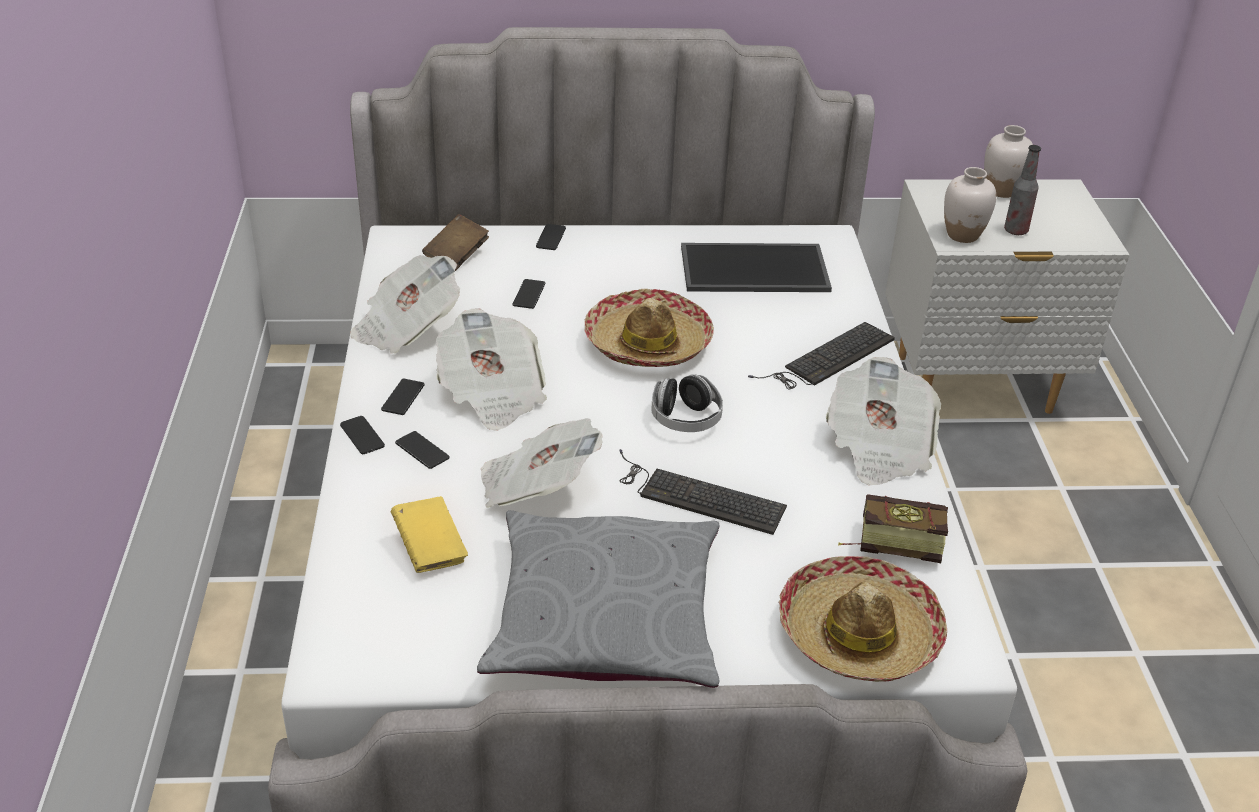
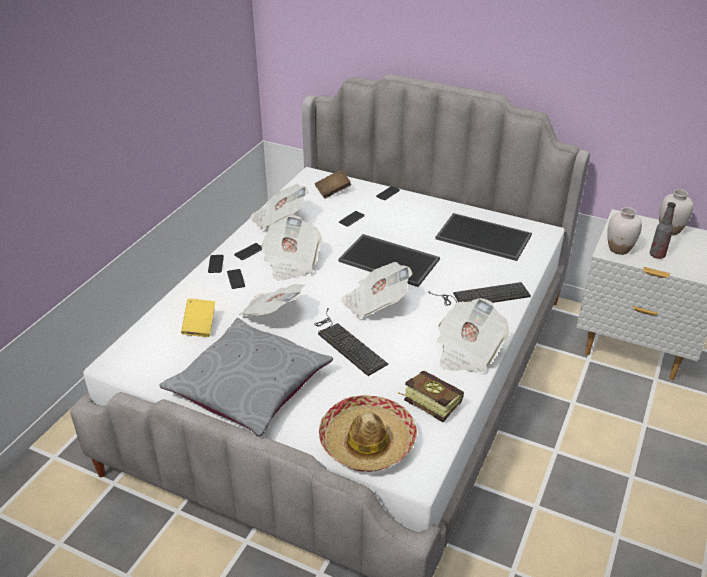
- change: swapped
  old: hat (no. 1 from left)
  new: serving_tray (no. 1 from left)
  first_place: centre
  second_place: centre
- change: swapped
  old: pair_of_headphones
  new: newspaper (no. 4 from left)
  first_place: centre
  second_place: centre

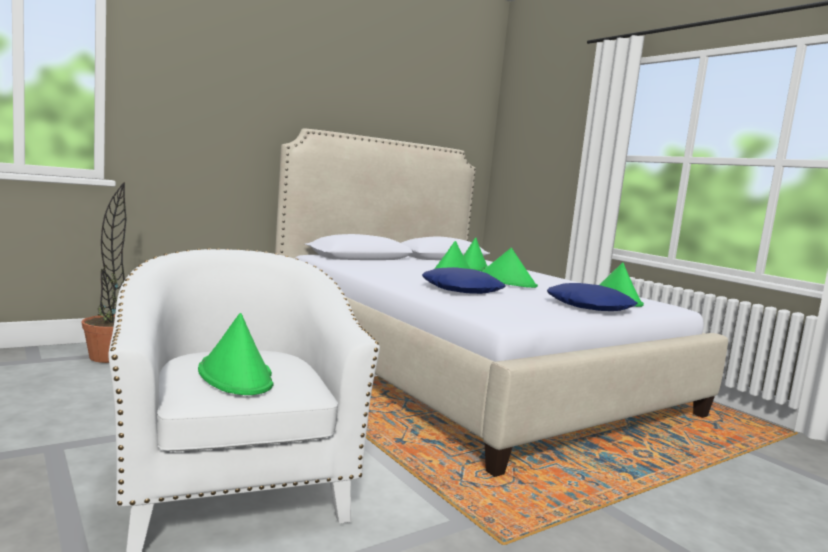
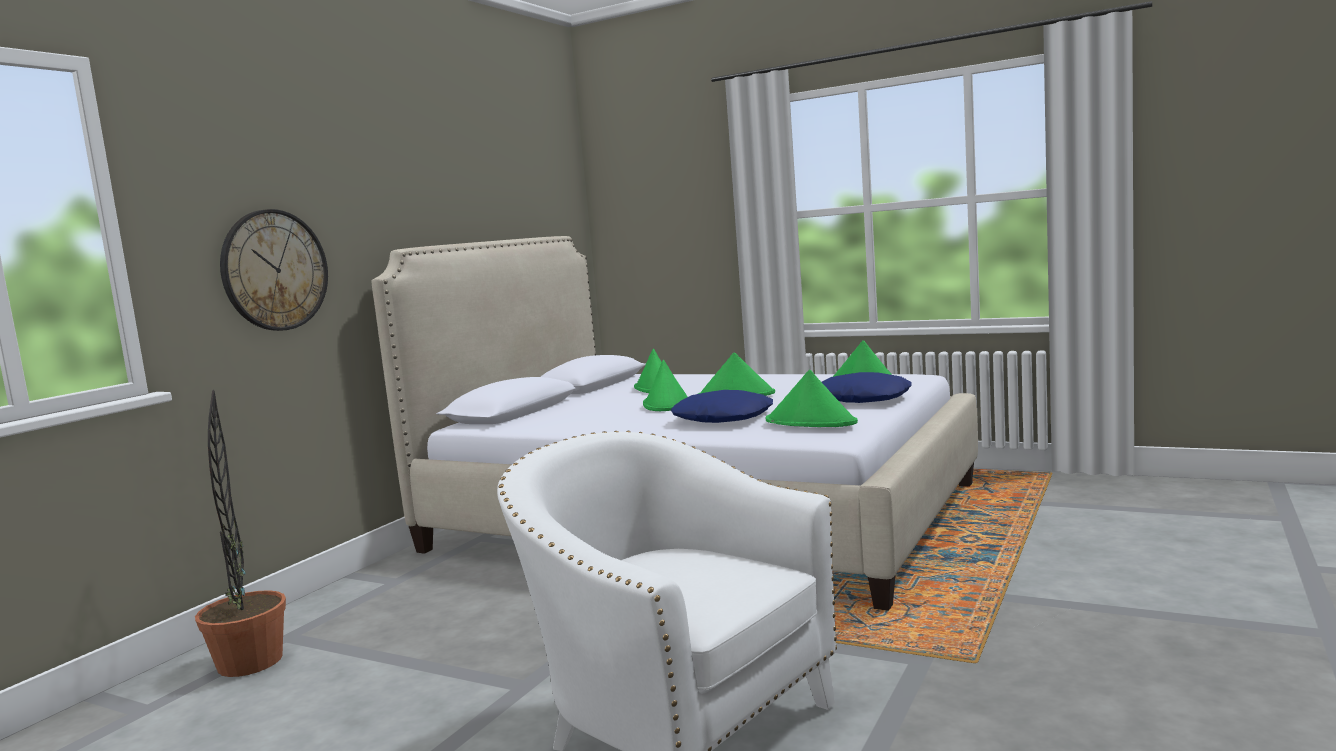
- change: shifted
  old: green-coloured_hat (no. 1 from left in the first image)
  new: green-coloured_hat (no. 4 from left)
  first_place: middle left
  second_place: centre
- change: new
  new: hanging_clock
  second_place: middle left

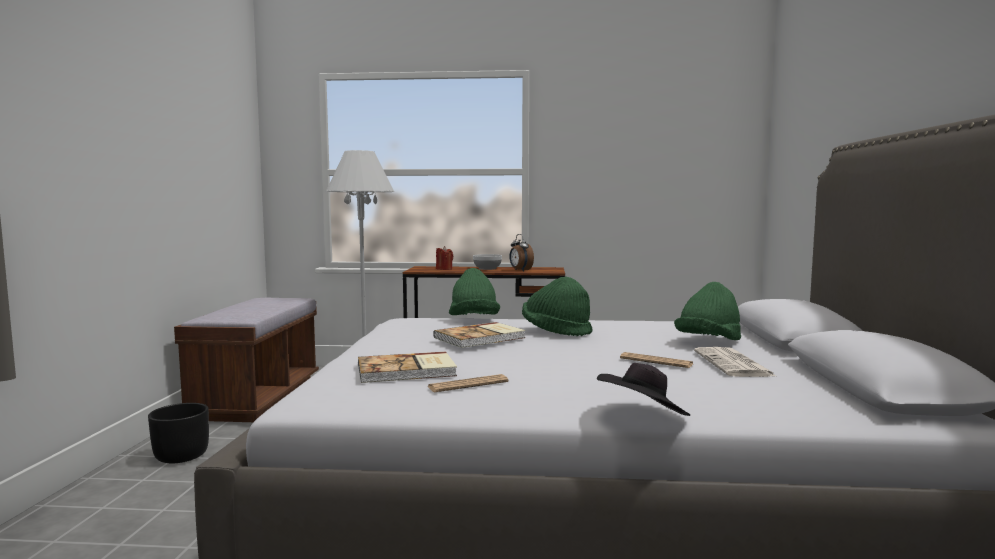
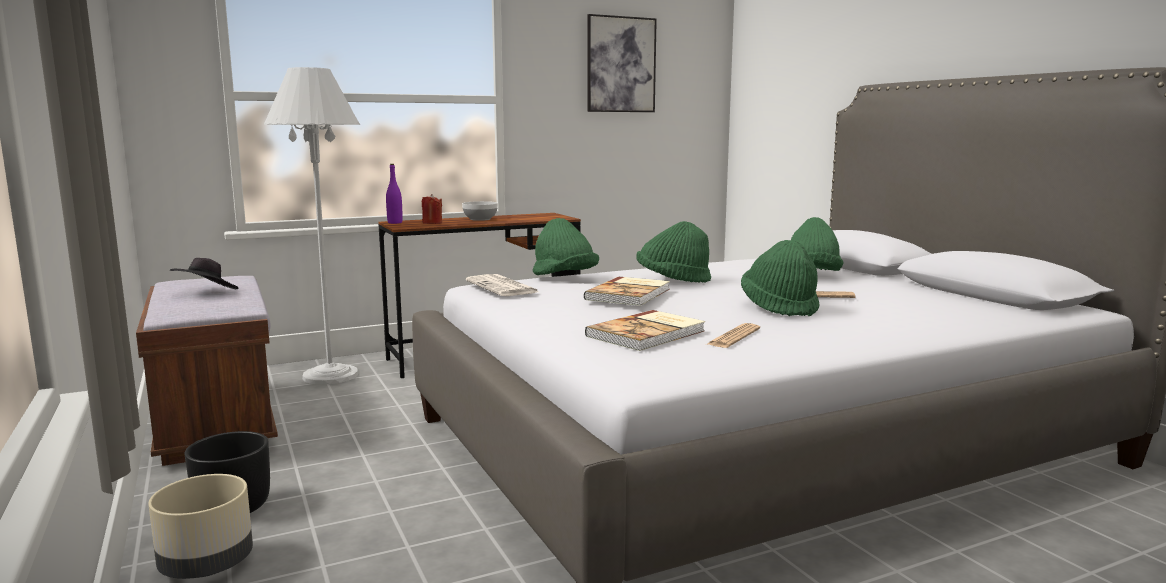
- change: gone
  old: table_clock
  first_place: centre
- change: shifted
  old: newspaper (no. 3 from left in the first image)
  new: newspaper (no. 1 from left)
  first_place: middle right
  second_place: centre
- change: shifted
  old: blackish_hat
  first_place: bottom centre
  second_place: middle left
- change: new
  new: wall_art
  second_place: top centre
- change: new
  new: purple_bottle
  second_place: top centre
- change: new
  new: green-coloured_hat (no. 3 from left)
  second_place: middle right
- change: new
  new: beige_flower_pot
  second_place: bottom left

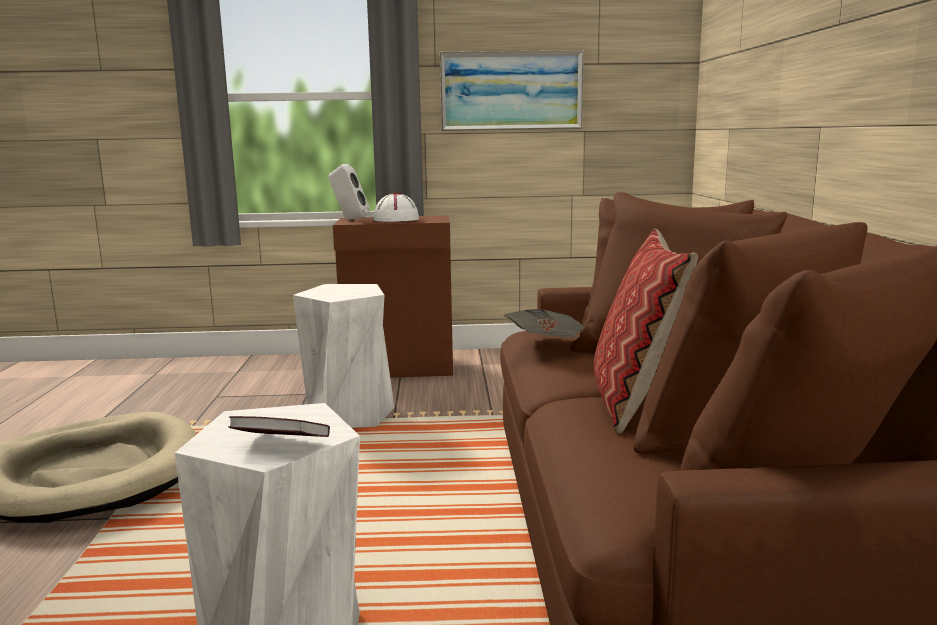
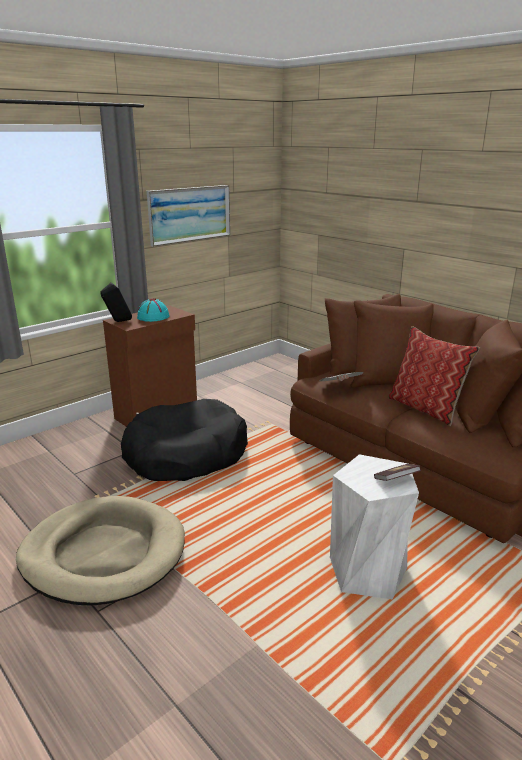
- change: repainted
  old: white_audio_speaker
  new: blackish_audio_speaker
  first_place: top centre
  second_place: middle left
- change: repainted
  old: white_hat
  new: turquoise-coloured_hat
  first_place: top centre
  second_place: middle left
- change: swapped
  old: white_sitting_stool (no. 2 from left)
  new: blackish_pet_bed
  first_place: centre
  second_place: centre

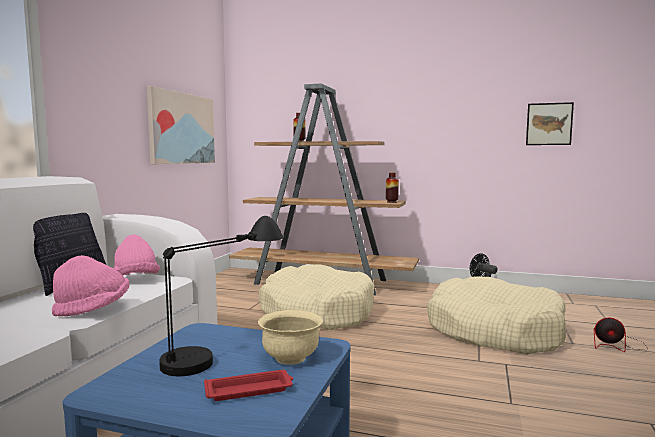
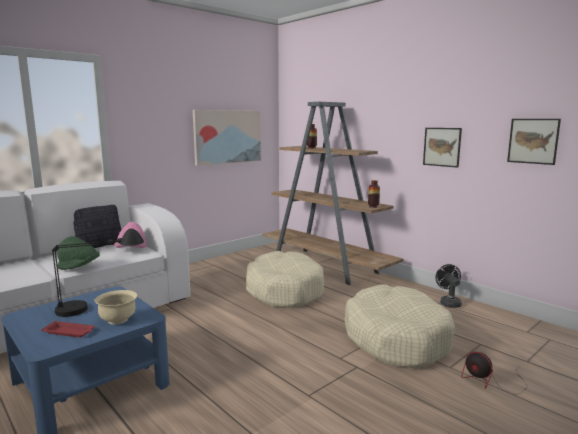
- change: repainted
  old: pink-coloured_hat (no. 1 from left)
  new: green-coloured_hat
  first_place: middle left
  second_place: middle left
- change: new
  new: wall_art (no. 2 from left)
  second_place: middle right

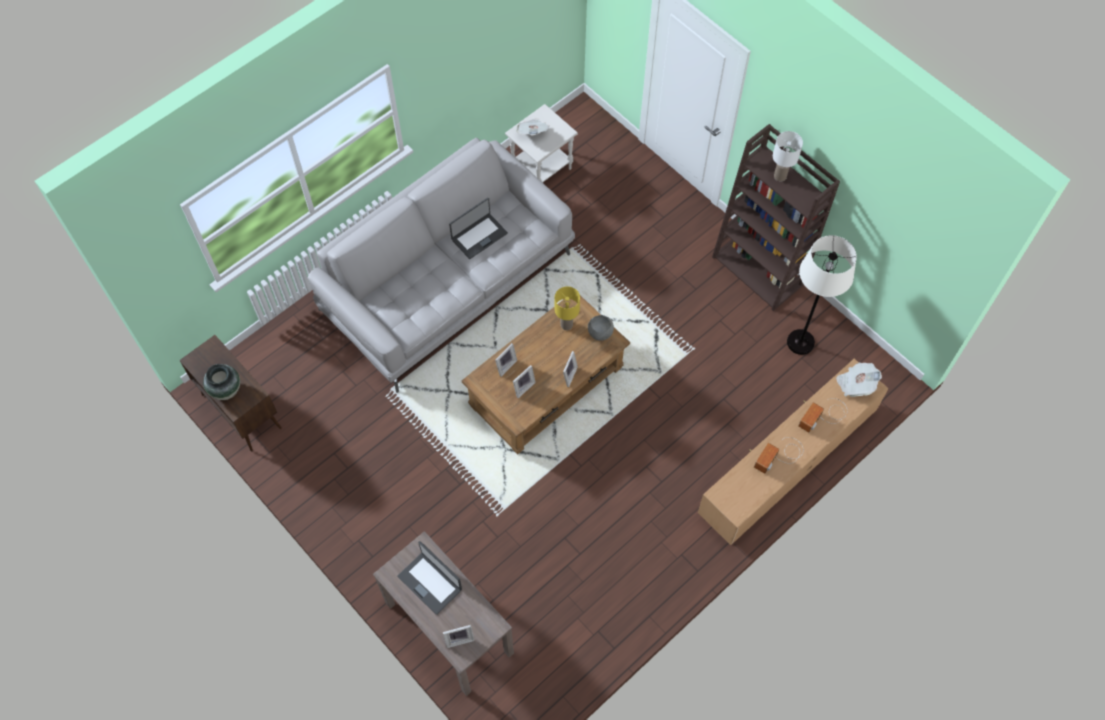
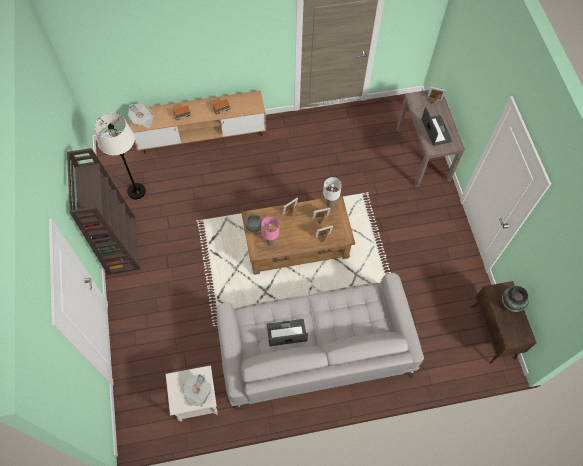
- change: shifted
  old: white_lamp_for_a_table
  first_place: top right
  second_place: centre
- change: repainted
  old: yellowish_lamp_for_a_table
  new: pink-coloured_lamp_for_a_table
  first_place: centre
  second_place: centre

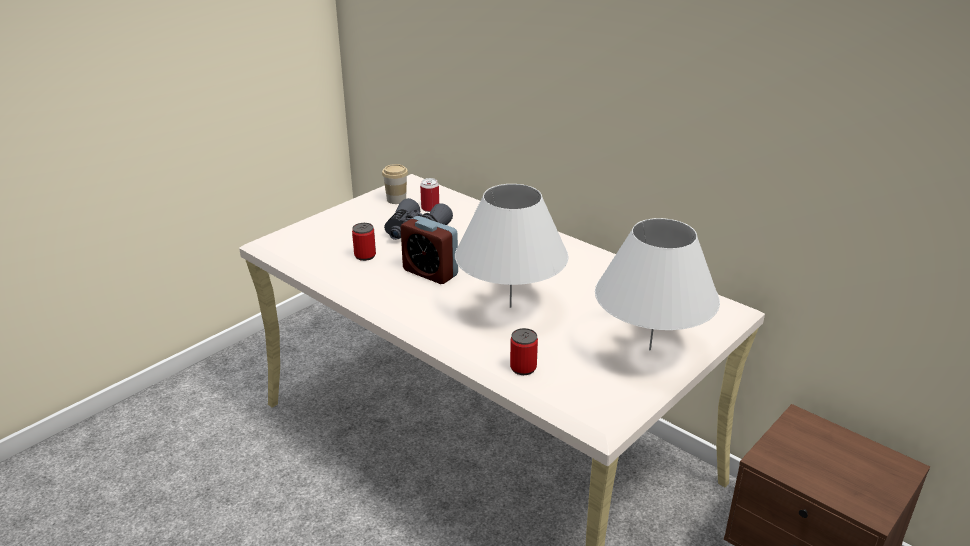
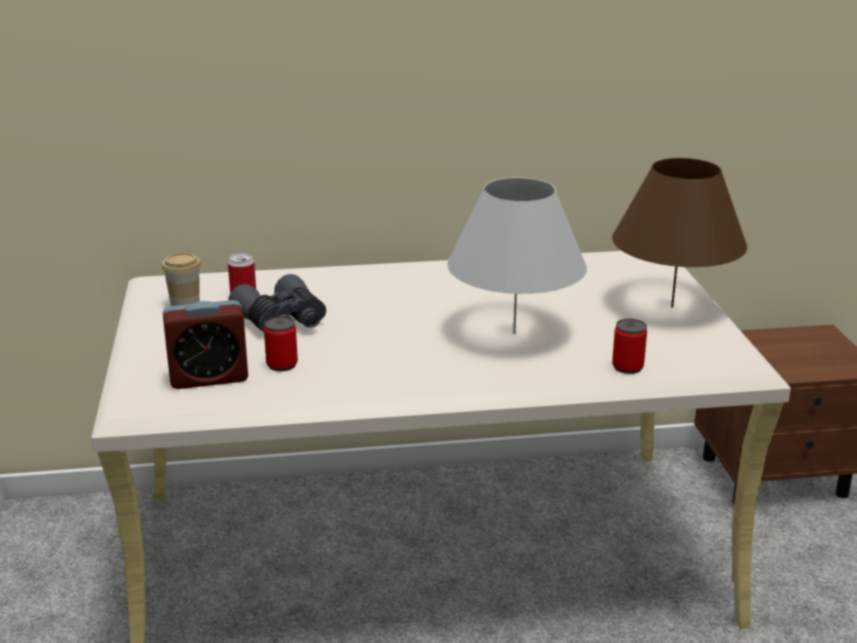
- change: shifted
  old: table_clock
  first_place: centre
  second_place: middle left
- change: repainted
  old: white_lamp_for_a_table (no. 2 from left)
  new: brownish_lamp_for_a_table
  first_place: middle right
  second_place: middle right

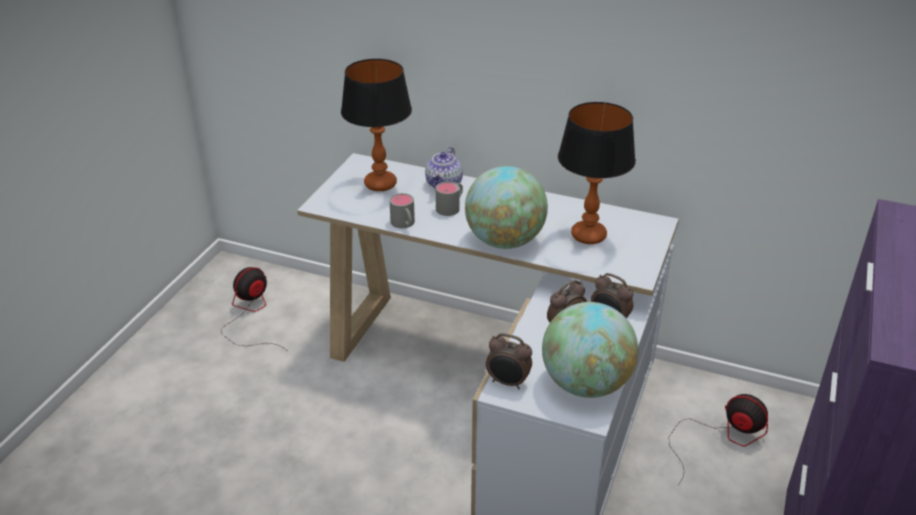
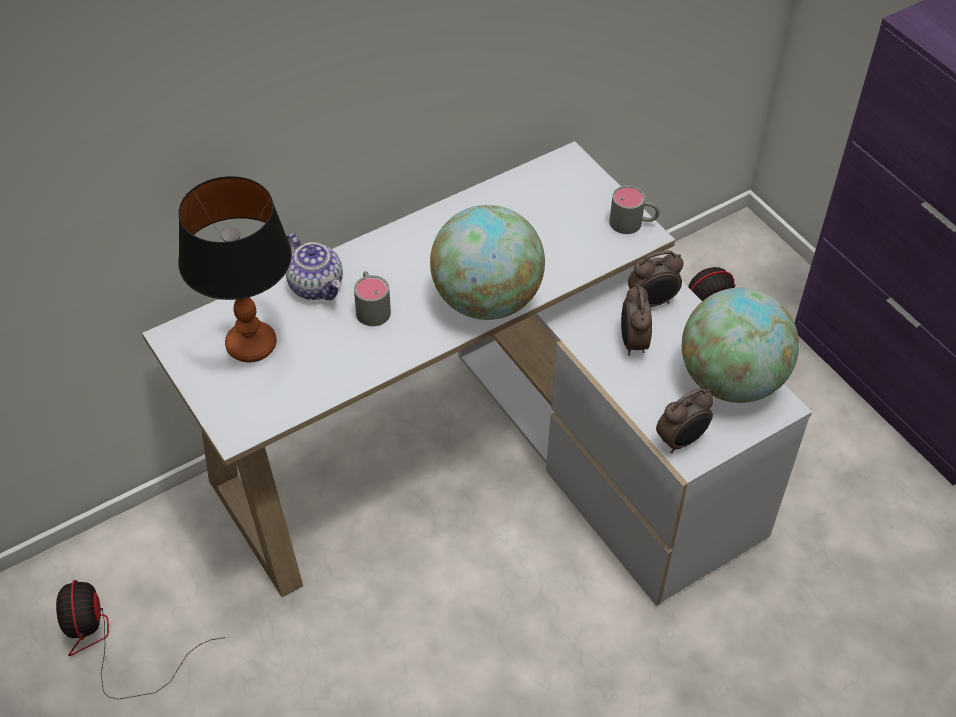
- change: gone
  old: lamp_for_a_table (no. 2 from left)
  first_place: centre
- change: shifted
  old: grey_tea_mug (no. 1 from left in the first image)
  new: grey_tea_mug (no. 2 from left)
  first_place: centre
  second_place: top centre

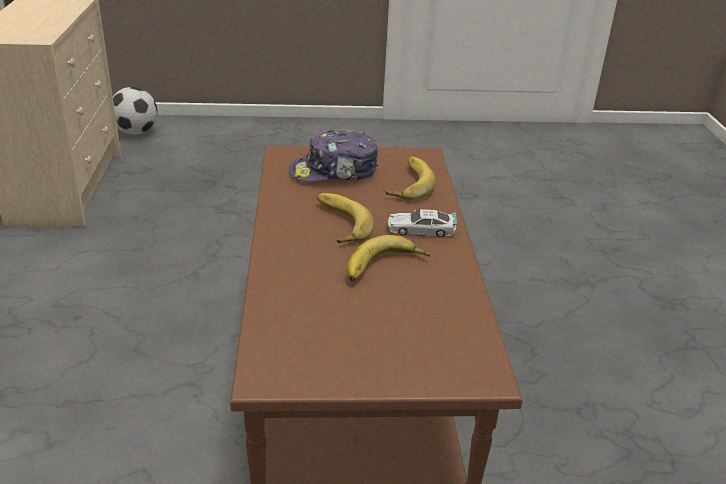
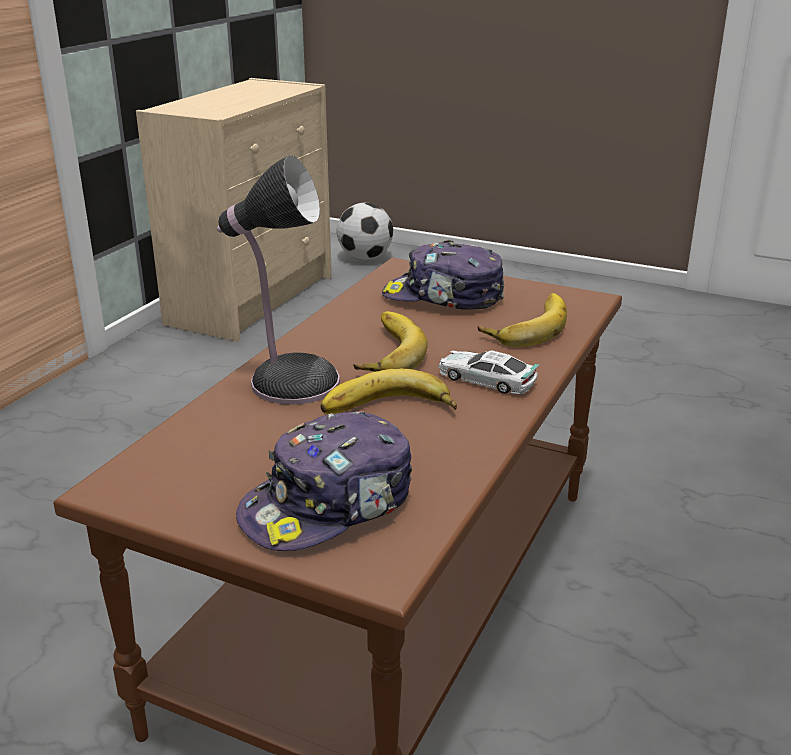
- change: new
  new: lamp_for_a_table
  second_place: centre
- change: new
  new: peaked_cap (no. 1 from left)
  second_place: centre

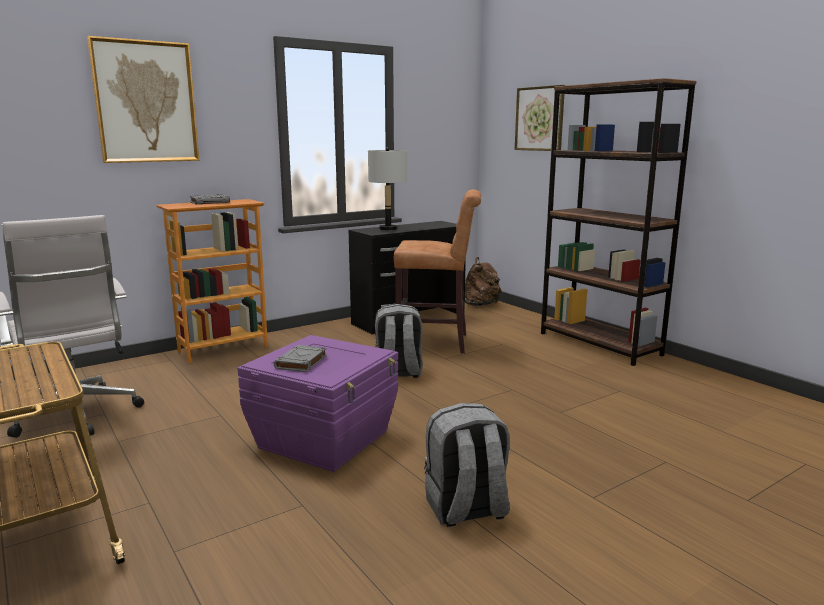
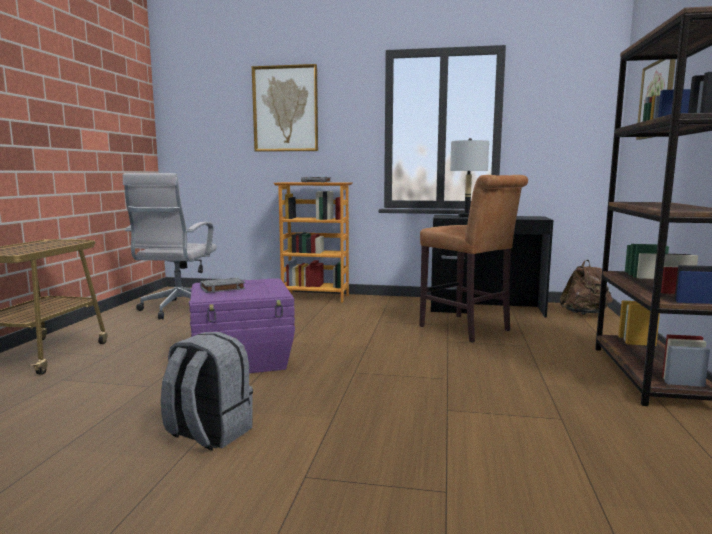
- change: gone
  old: grey_knapsack (no. 1 from left)
  first_place: centre

